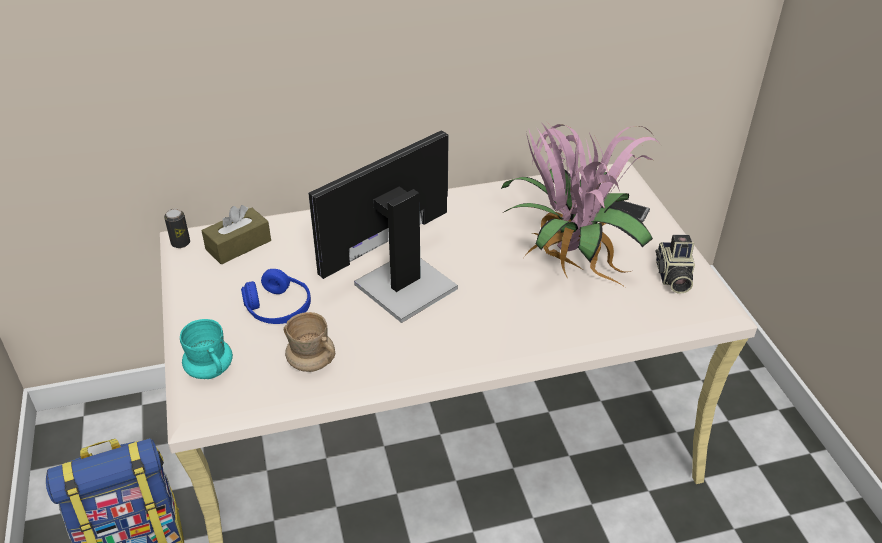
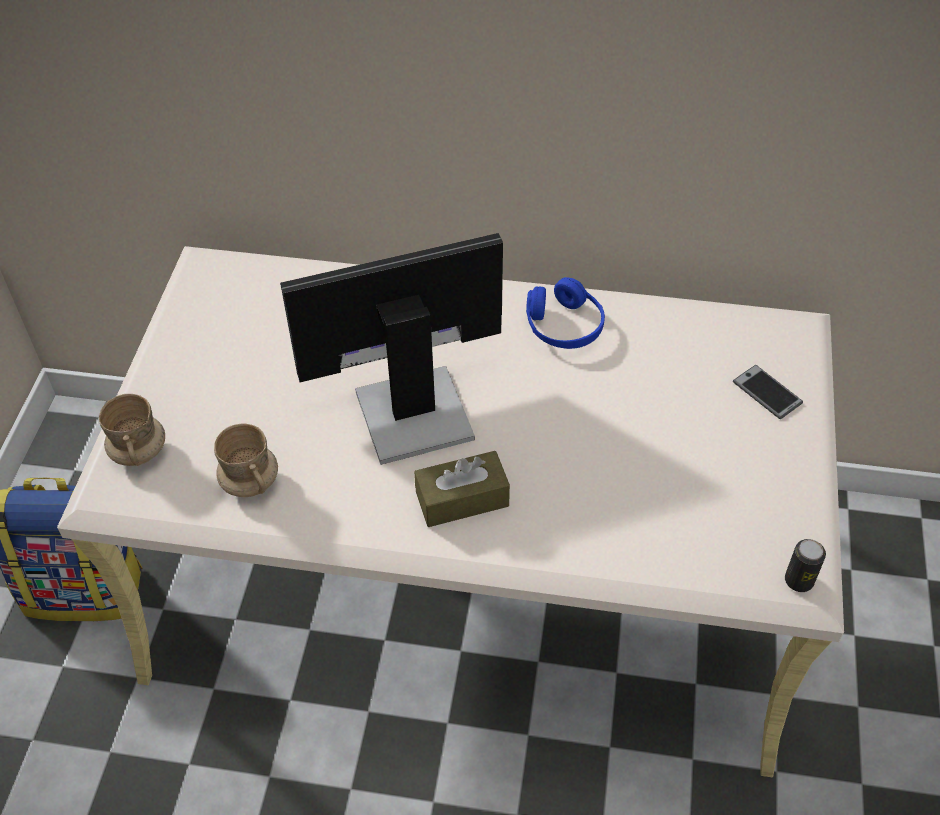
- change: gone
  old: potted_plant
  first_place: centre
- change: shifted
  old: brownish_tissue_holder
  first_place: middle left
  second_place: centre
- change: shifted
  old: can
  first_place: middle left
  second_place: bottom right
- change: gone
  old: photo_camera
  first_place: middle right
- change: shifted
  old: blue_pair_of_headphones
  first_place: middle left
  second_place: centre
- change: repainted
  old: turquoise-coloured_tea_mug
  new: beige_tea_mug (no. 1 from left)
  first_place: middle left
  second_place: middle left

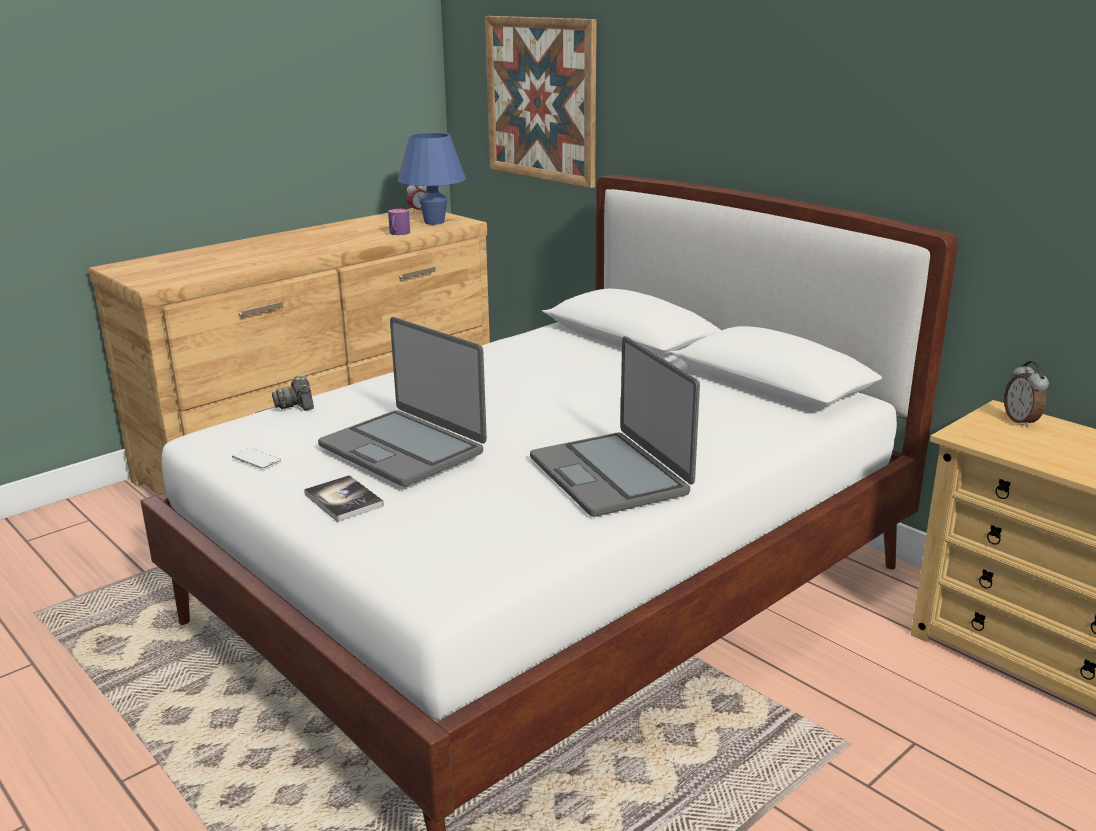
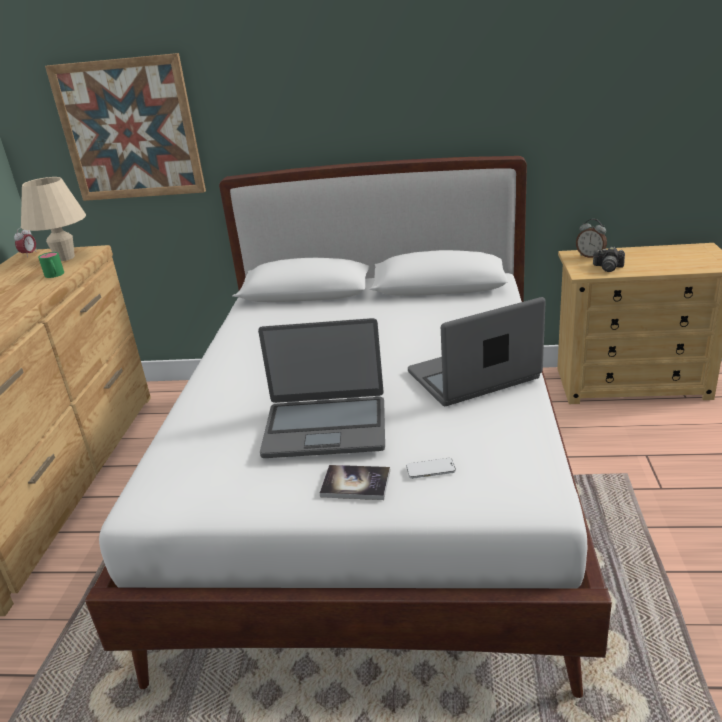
- change: repainted
  old: blue_lamp_for_a_table
  new: beige_lamp_for_a_table
  first_place: top centre
  second_place: top left
- change: repainted
  old: purple_tea_mug
  new: green-coloured_tea_mug
  first_place: top centre
  second_place: middle left
- change: rotated
  old: laptop (no. 2 from left)
  first_place: centre
  second_place: centre
  degrees: 135
- change: shifted
  old: photo_camera
  first_place: middle left
  second_place: middle right
- change: shifted
  old: telephone
  first_place: middle left
  second_place: centre

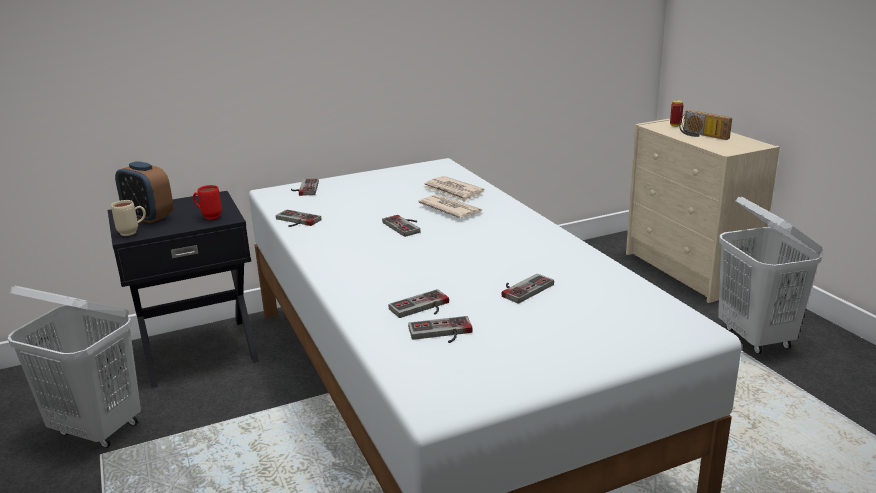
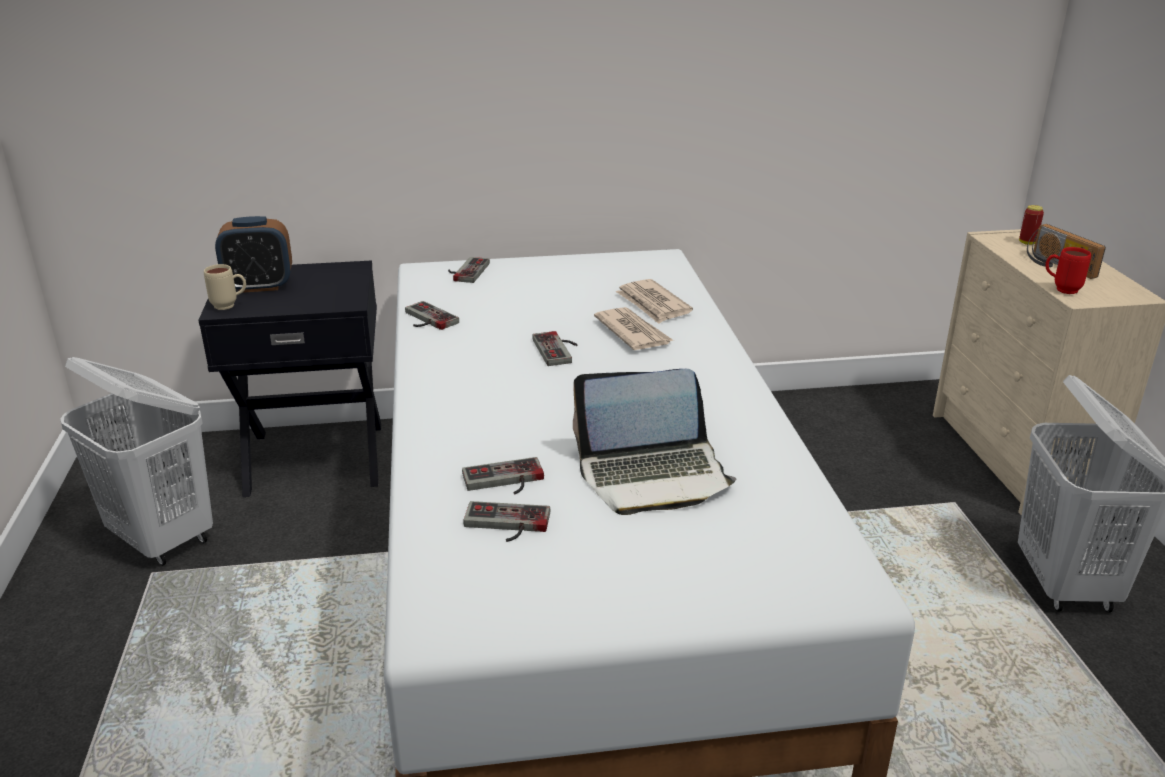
- change: rotated
  old: table_clock
  first_place: middle left
  second_place: top left
  degrees: -60
- change: shifted
  old: red_tea_mug
  first_place: middle left
  second_place: middle right
- change: swapped
  old: joypad (no. 6 from left)
  new: laptop
  first_place: centre
  second_place: centre

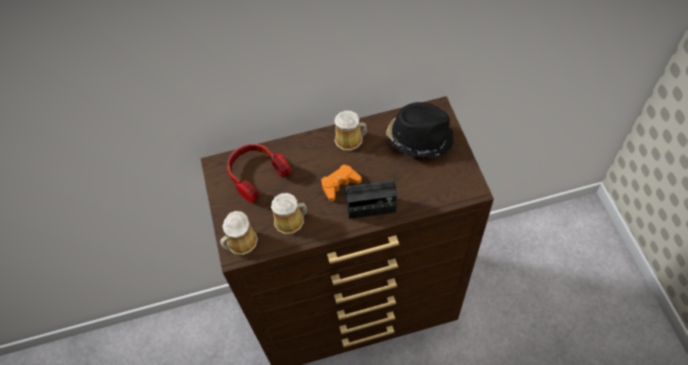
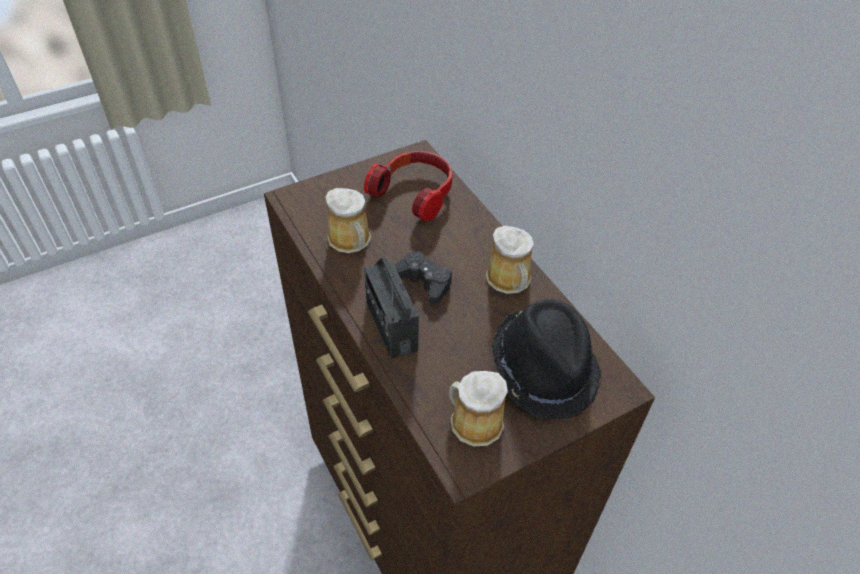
- change: repainted
  old: orange_joypad
  new: blackish_joypad
  first_place: centre
  second_place: centre
- change: shifted
  old: tea_mug (no. 1 from left in the first image)
  new: tea_mug (no. 2 from left)
  first_place: centre
  second_place: bottom centre

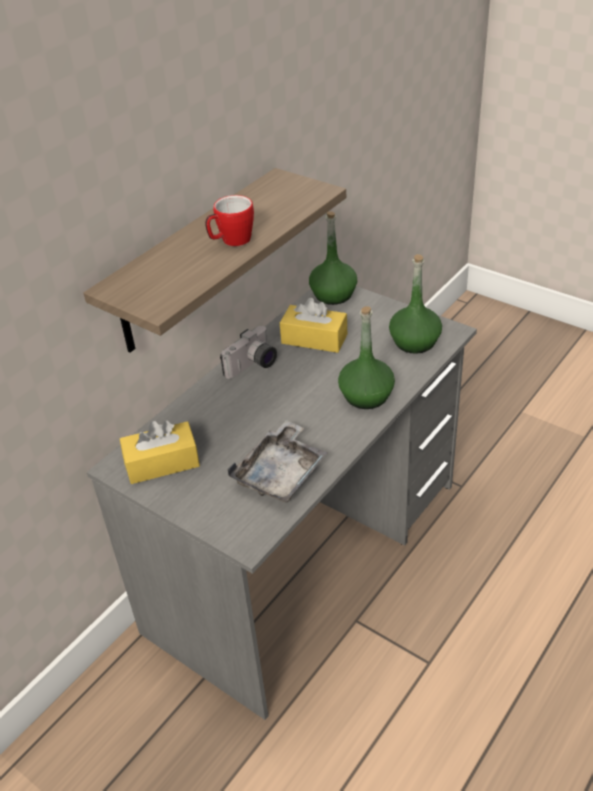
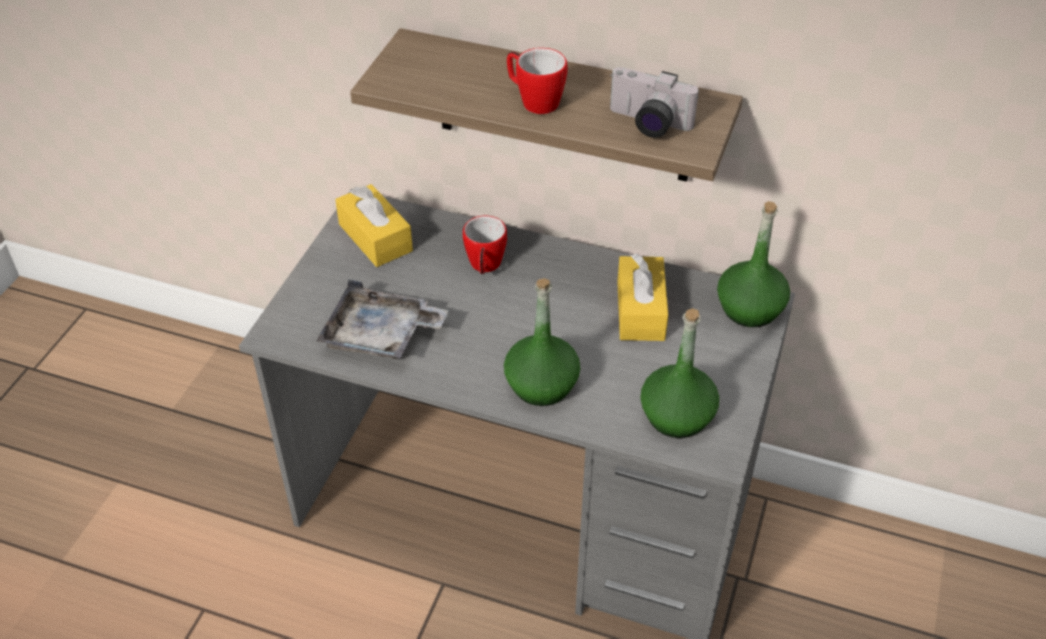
- change: shifted
  old: photo_camera
  first_place: centre
  second_place: top centre
- change: new
  new: tea_mug (no. 1 from left)
  second_place: centre

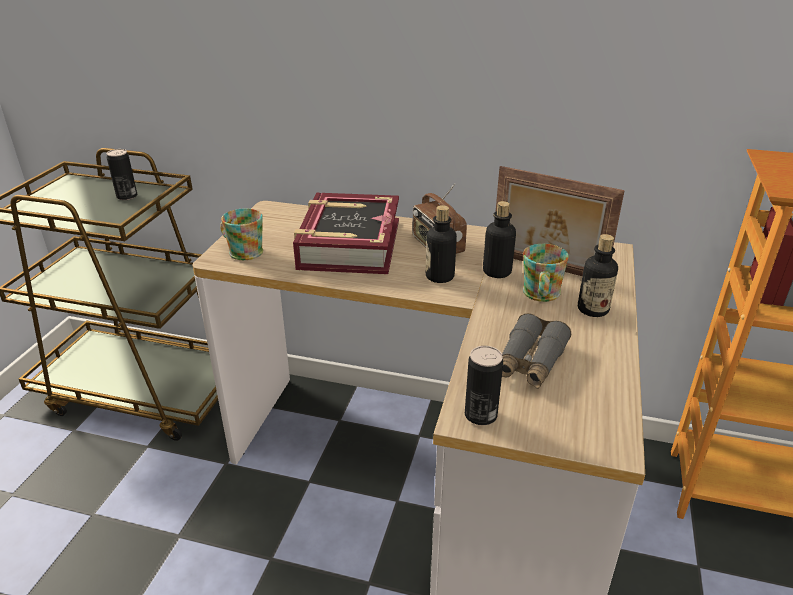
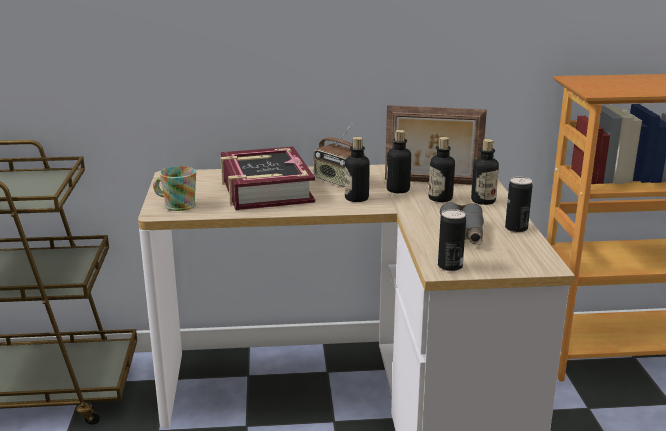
- change: shifted
  old: can (no. 1 from left in the first image)
  new: can (no. 2 from left)
  first_place: top left
  second_place: middle right
- change: swapped
  old: tea_mug (no. 2 from left)
  new: bottle (no. 3 from left)
  first_place: middle right
  second_place: centre

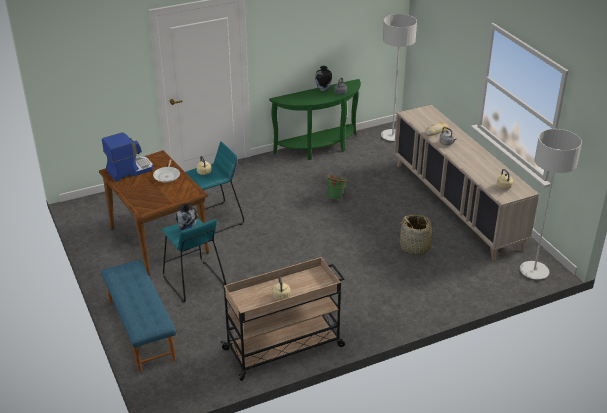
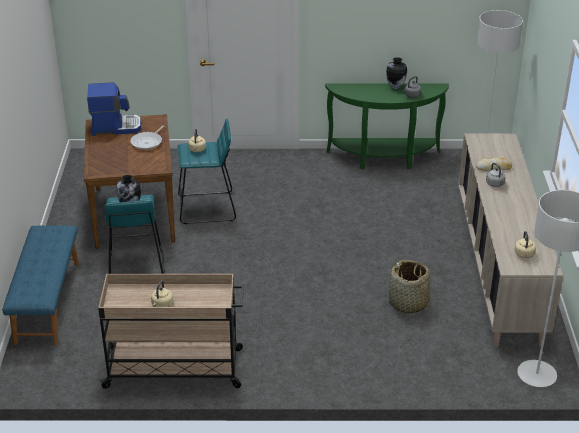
- change: gone
  old: green-coloured_water_bucket
  first_place: centre

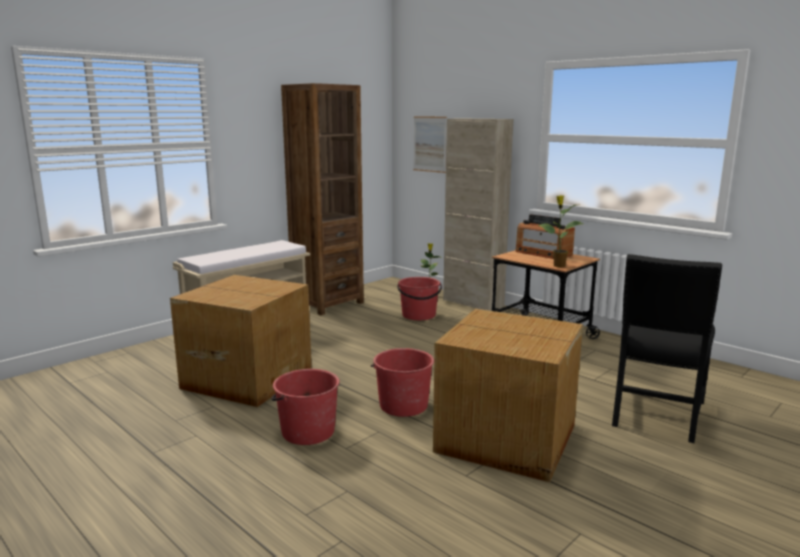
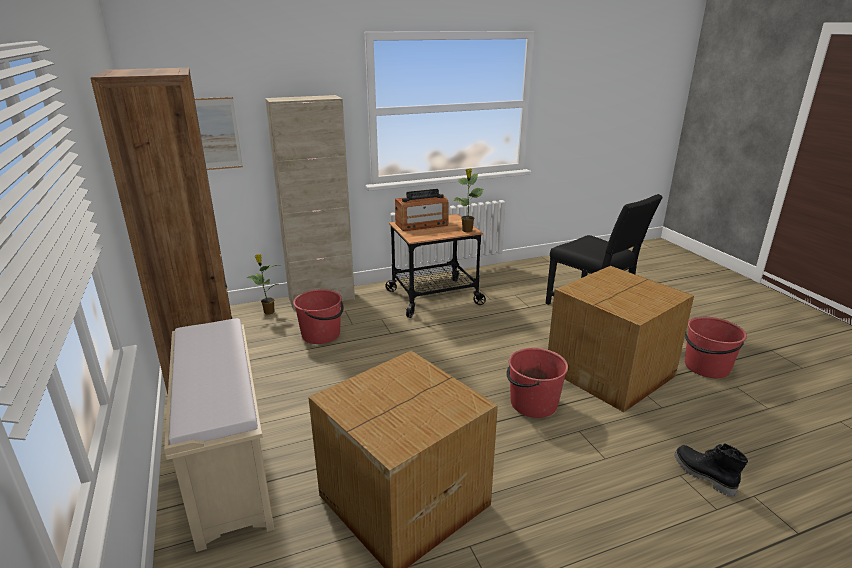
- change: shifted
  old: red_water_bucket (no. 1 from left in the first image)
  new: red_water_bucket (no. 3 from left)
  first_place: bottom centre
  second_place: middle right
- change: new
  new: blackish_boot
  second_place: bottom right

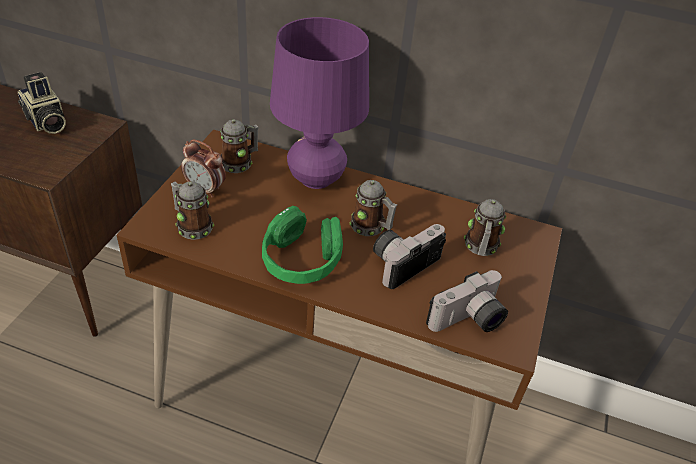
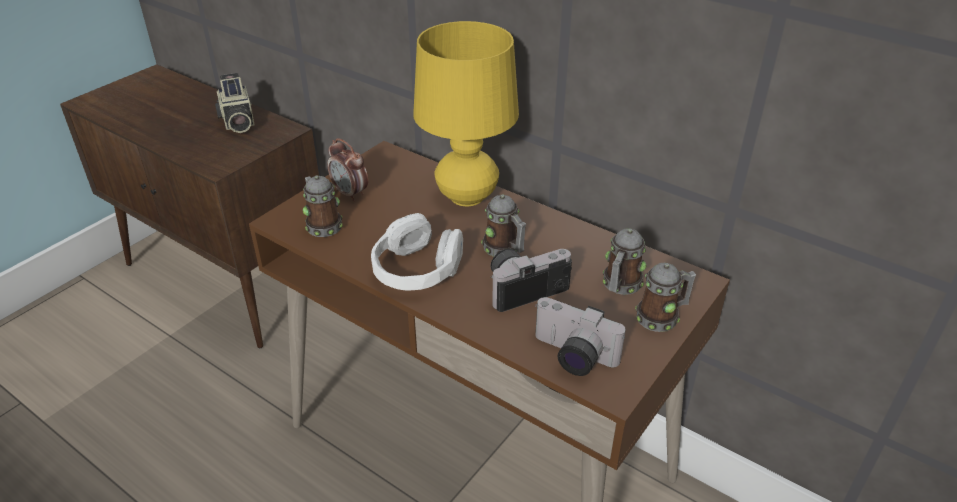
- change: repainted
  old: purple_lamp_for_a_table
  new: yellowish_lamp_for_a_table
  first_place: top centre
  second_place: top centre
- change: shifted
  old: tea_mug (no. 2 from left in the first image)
  new: tea_mug (no. 4 from left)
  first_place: top centre
  second_place: middle right
- change: repainted
  old: green-coloured_pair_of_headphones
  new: white_pair_of_headphones
  first_place: centre
  second_place: centre
- change: rotated
  old: photo_camera (no. 3 from left)
  first_place: middle right
  second_place: bottom centre
  degrees: 45

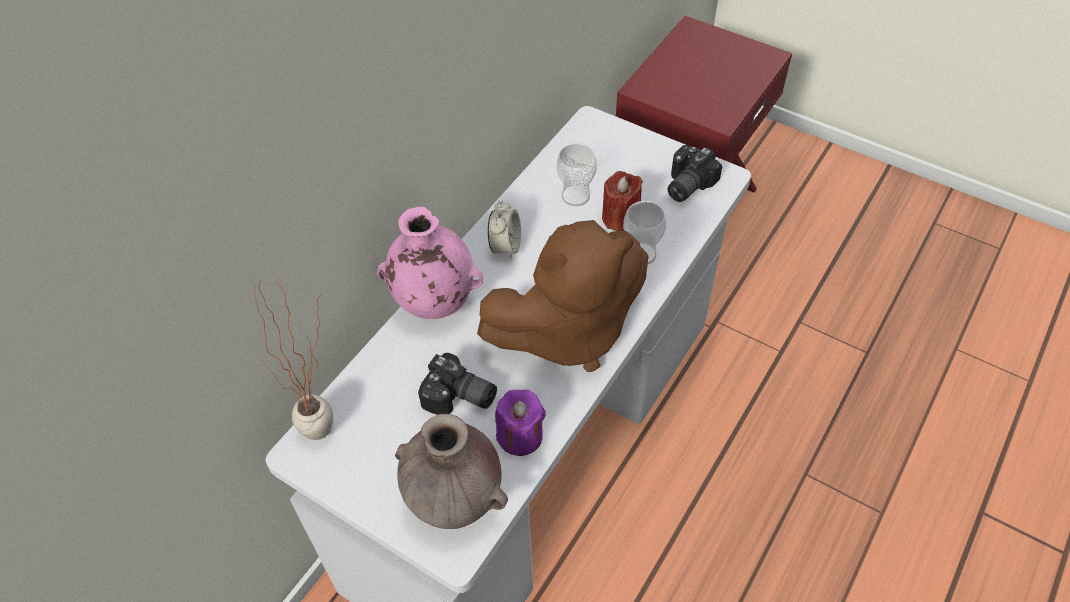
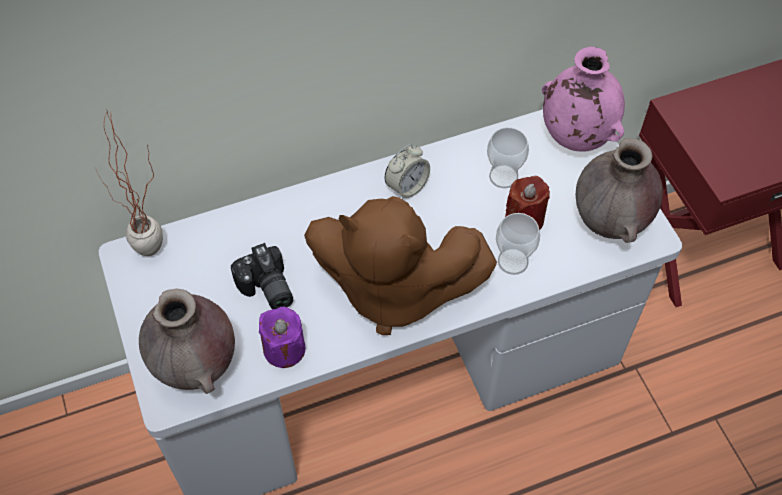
- change: swapped
  old: photo_camera (no. 2 from left)
  new: brownish_flower_vase (no. 2 from left)
  first_place: top centre
  second_place: middle right
- change: shifted
  old: pink-coloured_flower_vase
  first_place: centre
  second_place: top right

